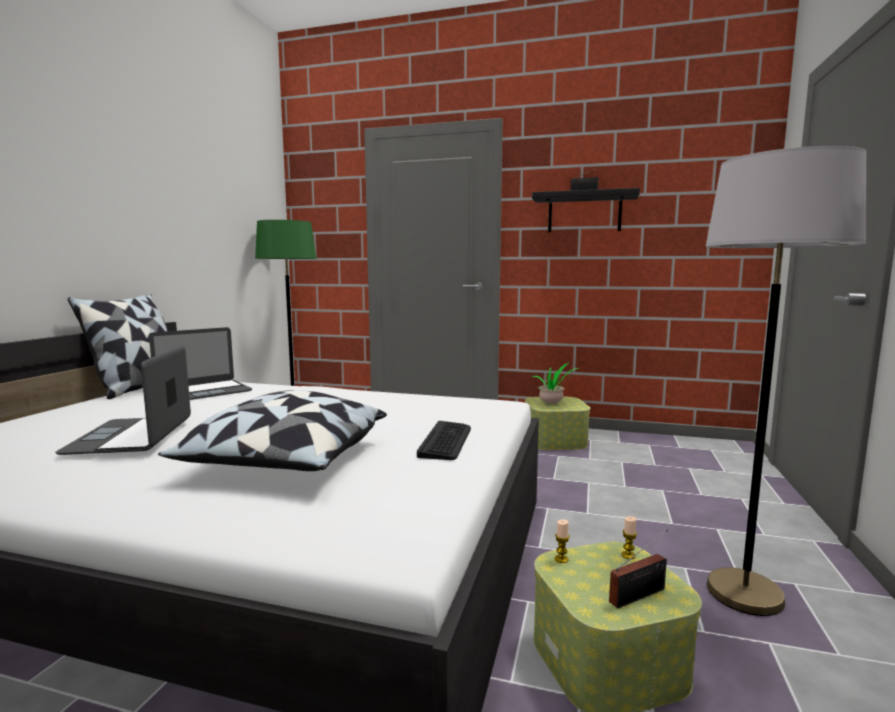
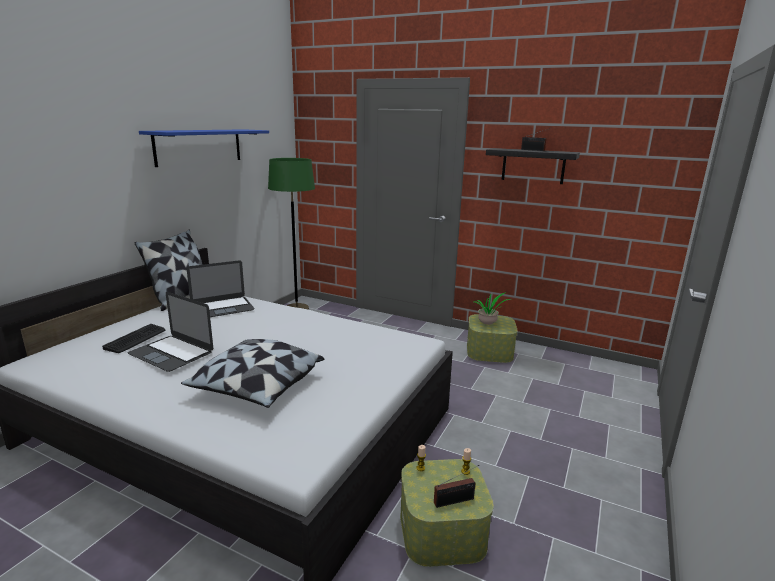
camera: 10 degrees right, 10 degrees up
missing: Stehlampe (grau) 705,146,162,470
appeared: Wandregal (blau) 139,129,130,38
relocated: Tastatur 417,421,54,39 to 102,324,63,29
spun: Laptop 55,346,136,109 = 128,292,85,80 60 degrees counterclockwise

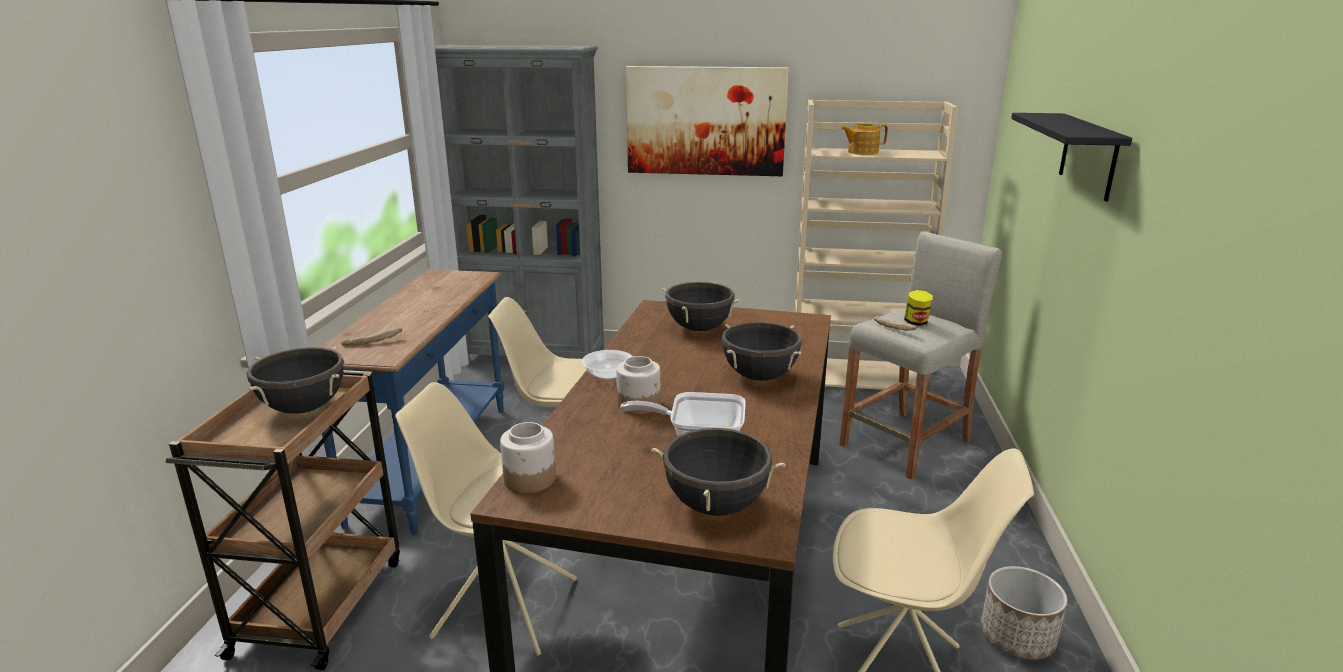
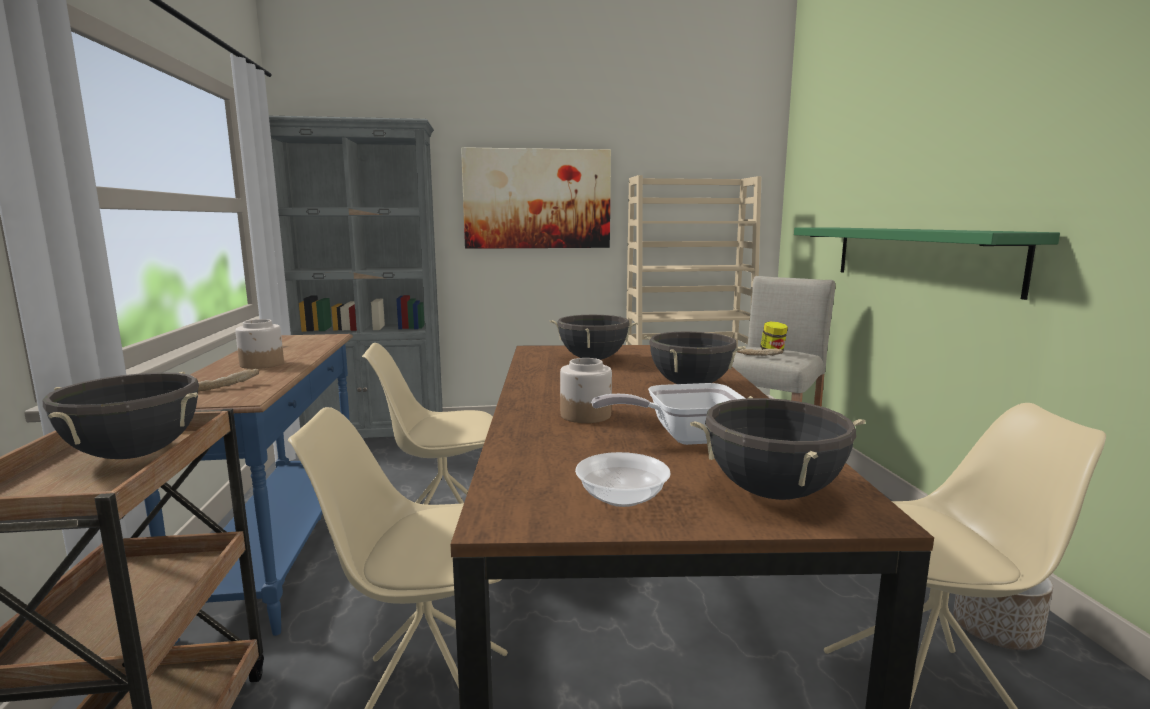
camera: 15 degrees left, 10 degrees down
missing: Teekanne 841,124,47,31; Wandregal (schwarz) 1011,113,121,89
appeared: Wandregal (grün) 794,228,266,72
relocated: Vorratsglas 500,422,56,71 to 235,319,49,50; Schüssel 582,350,51,30 to 575,452,96,55

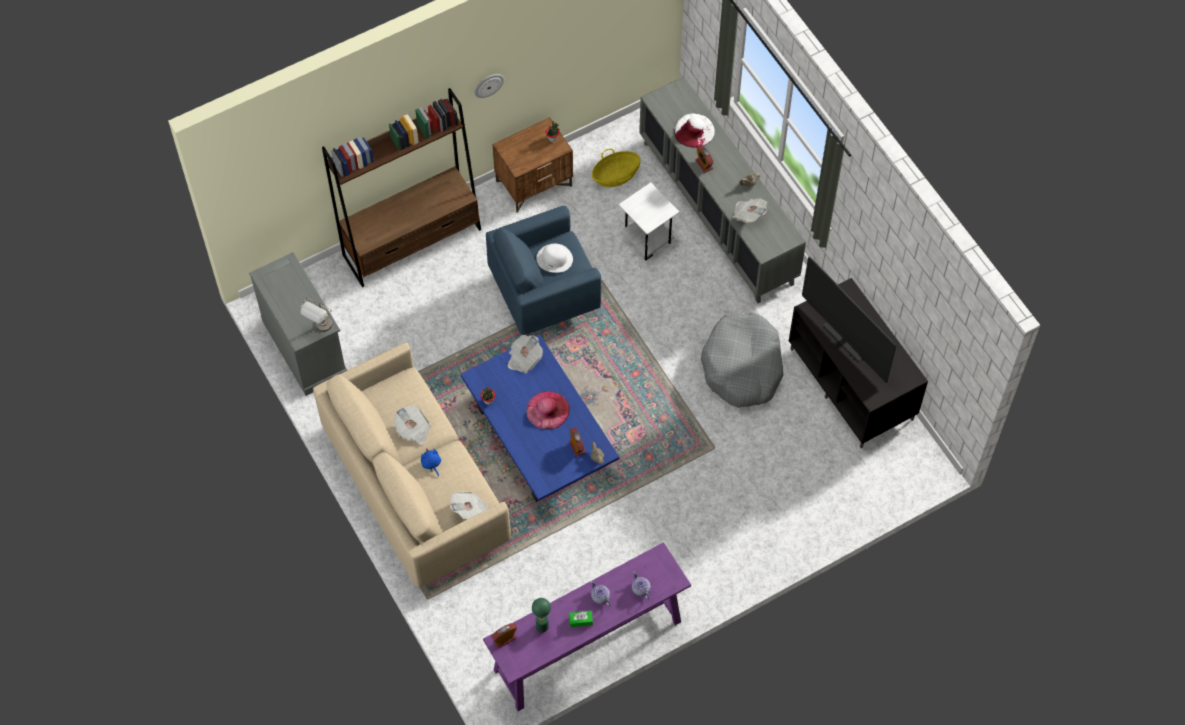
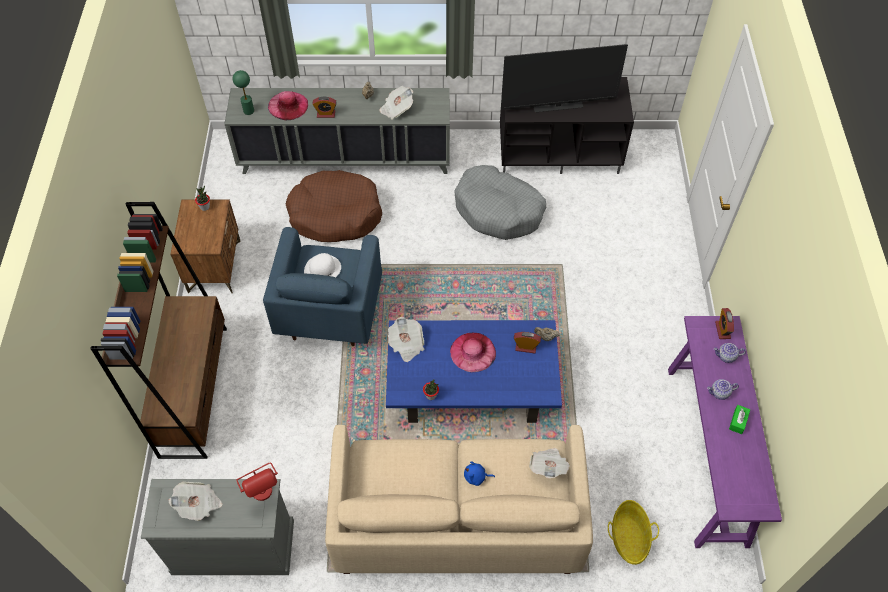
camera: 60 degrees left, 5 degrees down
missing: Wanduhr 475,74,29,24
relocated: Zeitung 393,405,39,40 to 169,481,53,40; Wecker 491,623,26,25 to 715,308,19,31; Tischlampe (grün) 532,598,19,34 to 233,70,21,45; Korb 592,149,48,38 to 608,500,51,65
exchanged: Beistelltisch (weiß) 618,182,62,79 to Hundebett (braun) 286,170,96,72
colour: Tischlampe (grau) 300,297,32,35 to Tischlampe (rot) 236,462,42,39; Hut (weiß) 674,114,41,34 to Hut (rosa) 268,91,40,29

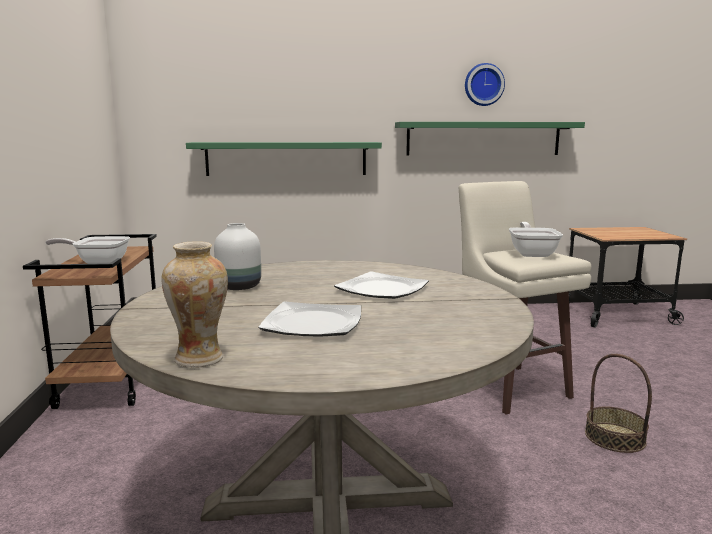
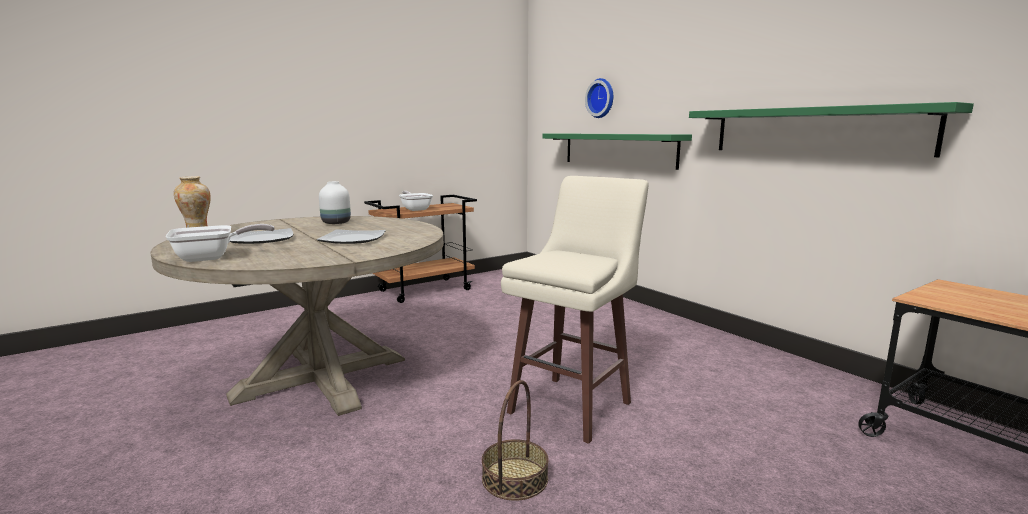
camera: 60 degrees right, 0 degrees up
relocated: Wanduhr 465,63,40,43 to 585,78,28,40; Pfanne 509,222,54,35 to 165,224,110,38

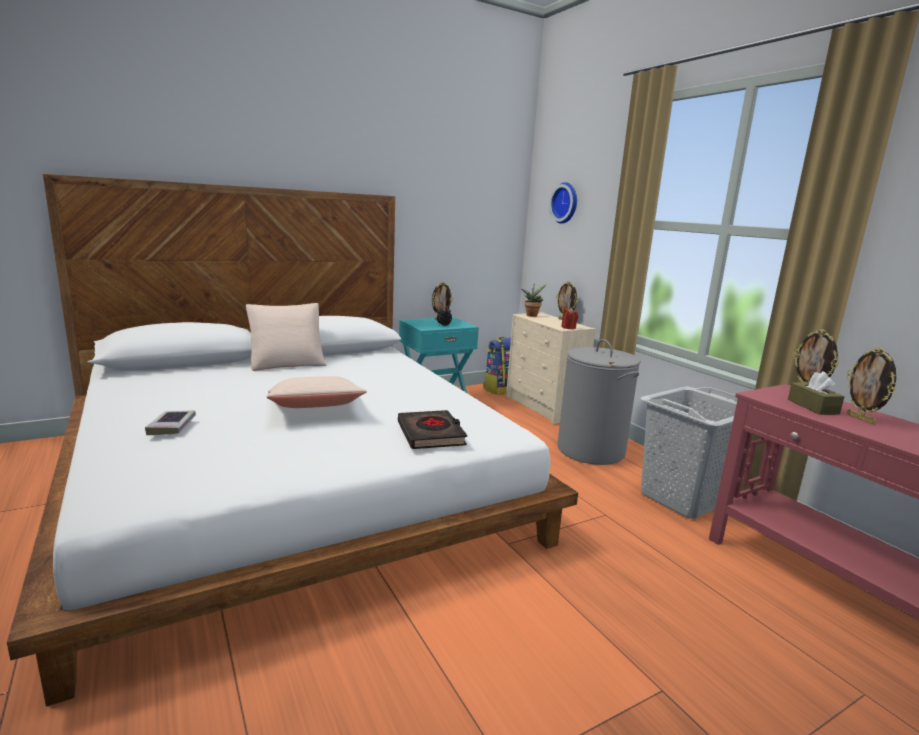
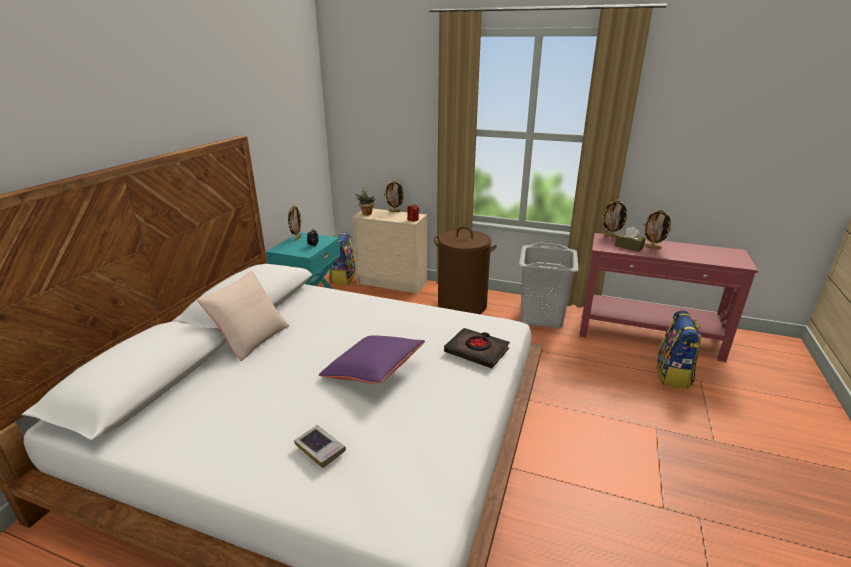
camera: 40 degrees left, 10 degrees up
missing: Wanduhr 549,182,28,42
appeared: Rucksack 657,311,44,78
colour: Kissen (beige) 267,376,100,32 to Kissen (lila) 319,335,106,49; Wäschekorb (grau) 557,339,84,126 to Wäschekorb (braun) 434,227,63,87

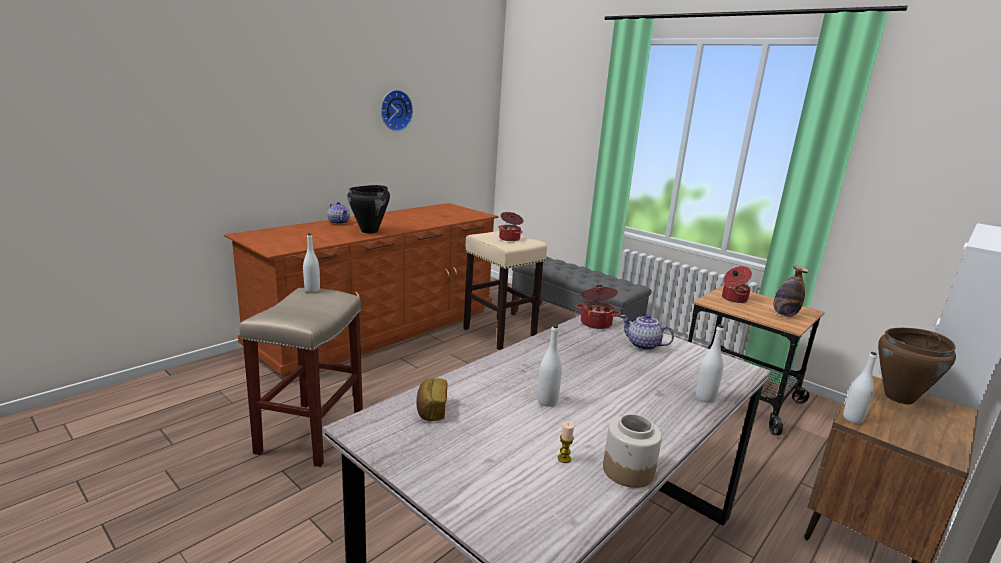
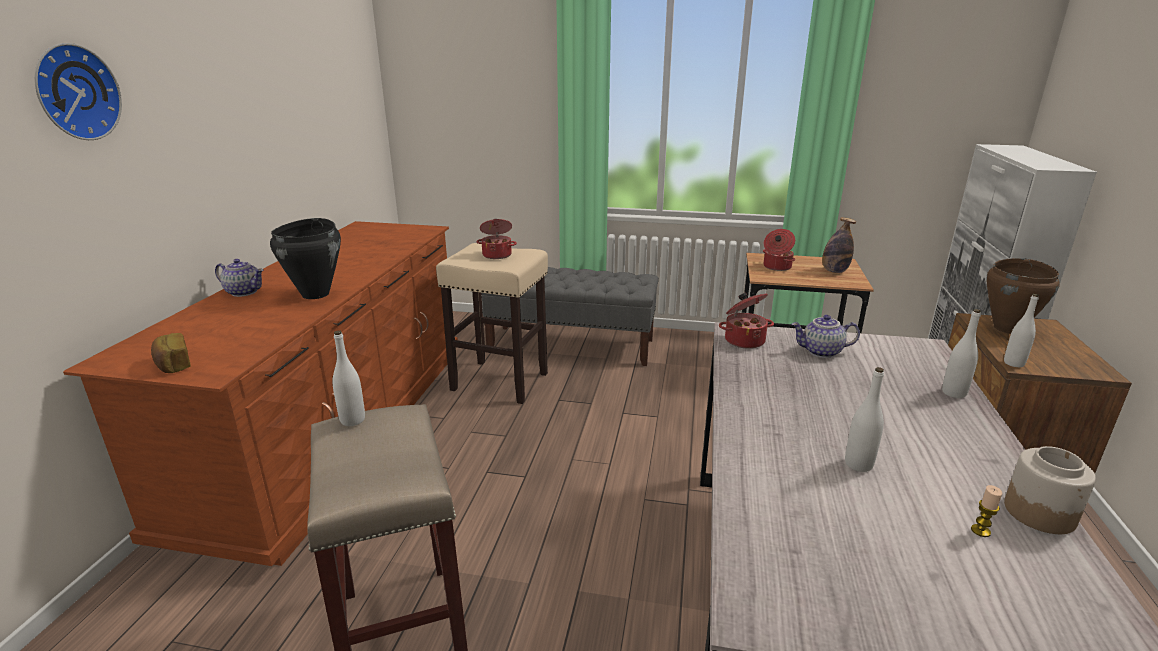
camera: 30 degrees left, 5 degrees up
relocated: Wanduhr 381,90,32,41 to 34,43,88,97; Brot 416,378,31,43 to 151,333,40,40

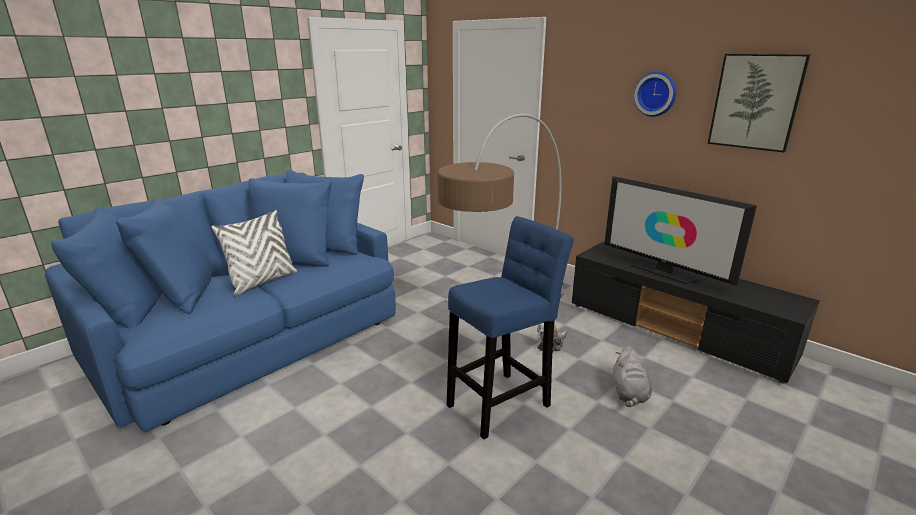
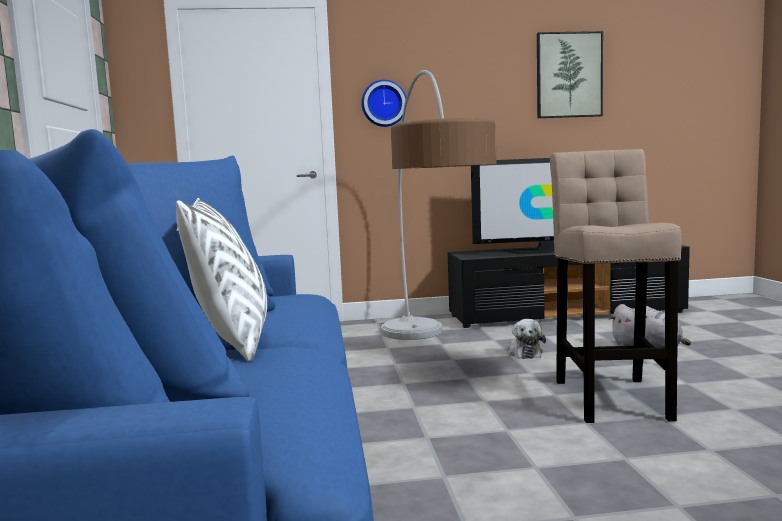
camera: 50 degrees left, 15 degrees down
relocated: Wanduhr 634,72,42,45 to 362,80,44,47
colour: Hocker (blau) 447,216,127,223 to Hocker (beige) 550,149,132,274

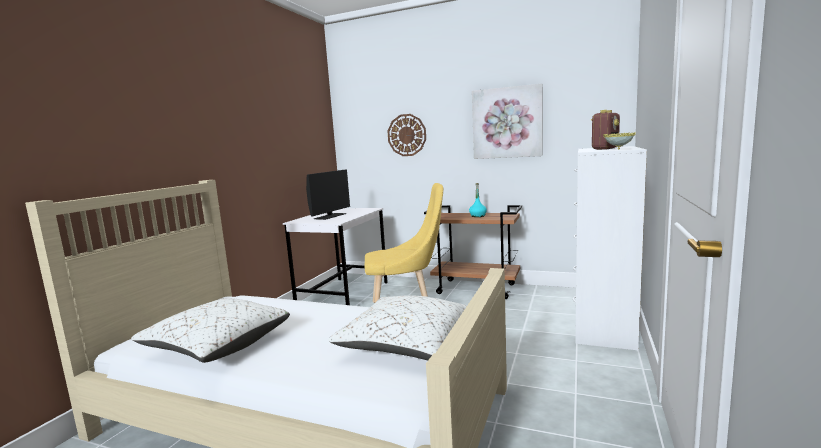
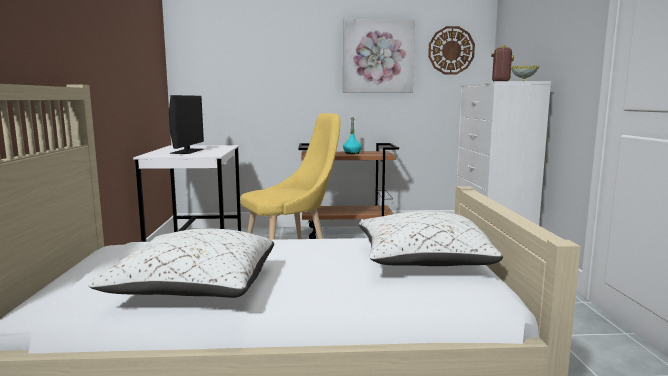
camera: 25 degrees left, 0 degrees up
relocated: Wanduhr 388,114,38,42 to 428,26,47,49

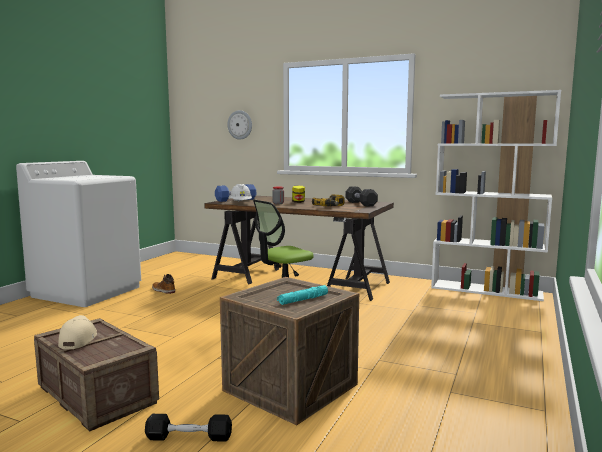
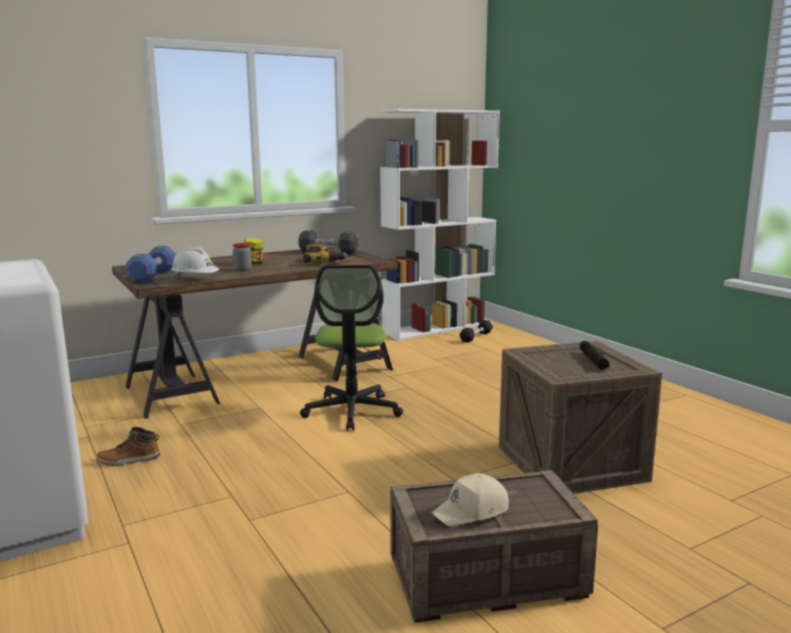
camera: 55 degrees left, 5 degrees up
missing: Wanduhr 227,110,25,30
relocated: Hantel (schwarz) 145,414,87,27 to 459,320,34,23
colour: Taschenlampe (türkis) 277,285,51,20 to Taschenlampe (schwarz) 579,341,31,29
spun: Kappe (beige) 58,315,39,34 = 431,473,78,54 60 degrees counterclockwise

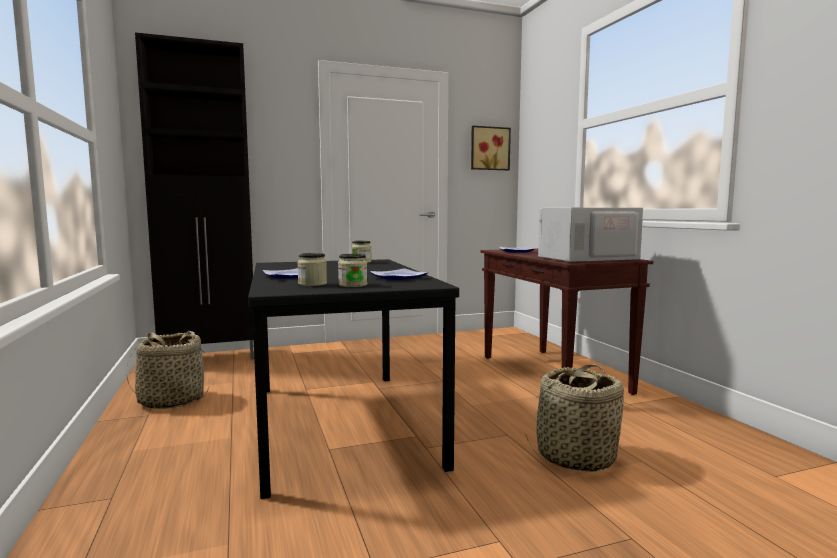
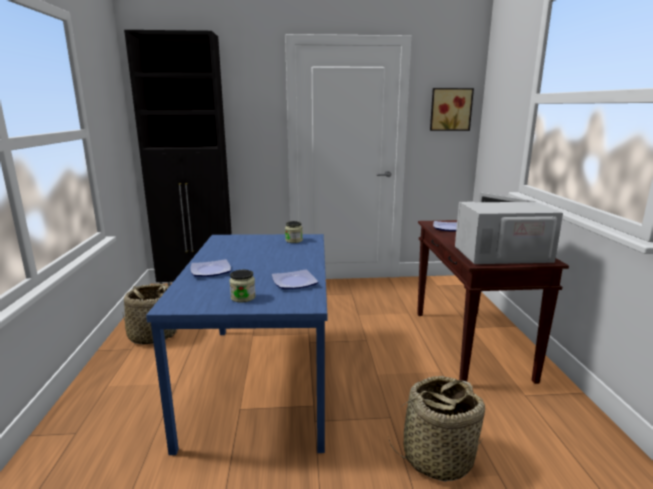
camera: 15 degrees right, 10 degrees up
missing: Vorratsglas 297,253,30,33
colour: Esstisch (schwarz) 248,259,211,240 to Esstisch (blau) 146,234,181,221

